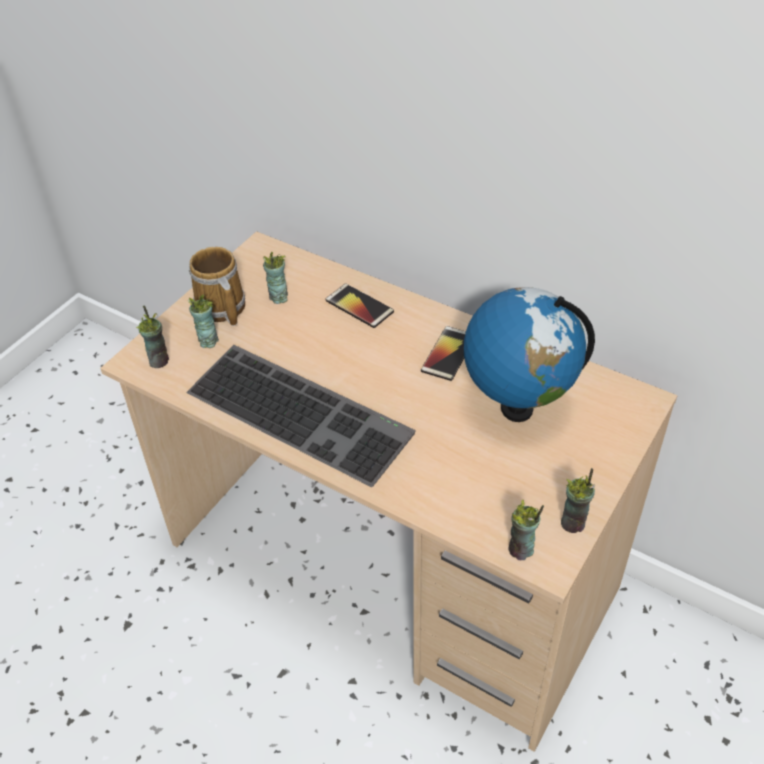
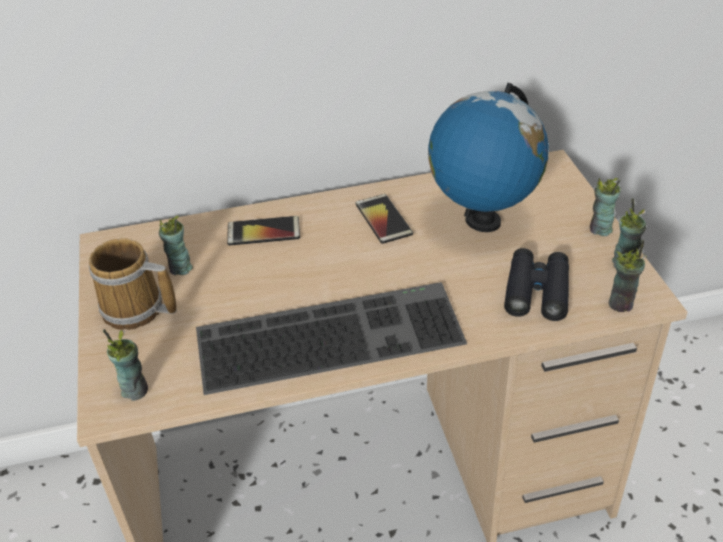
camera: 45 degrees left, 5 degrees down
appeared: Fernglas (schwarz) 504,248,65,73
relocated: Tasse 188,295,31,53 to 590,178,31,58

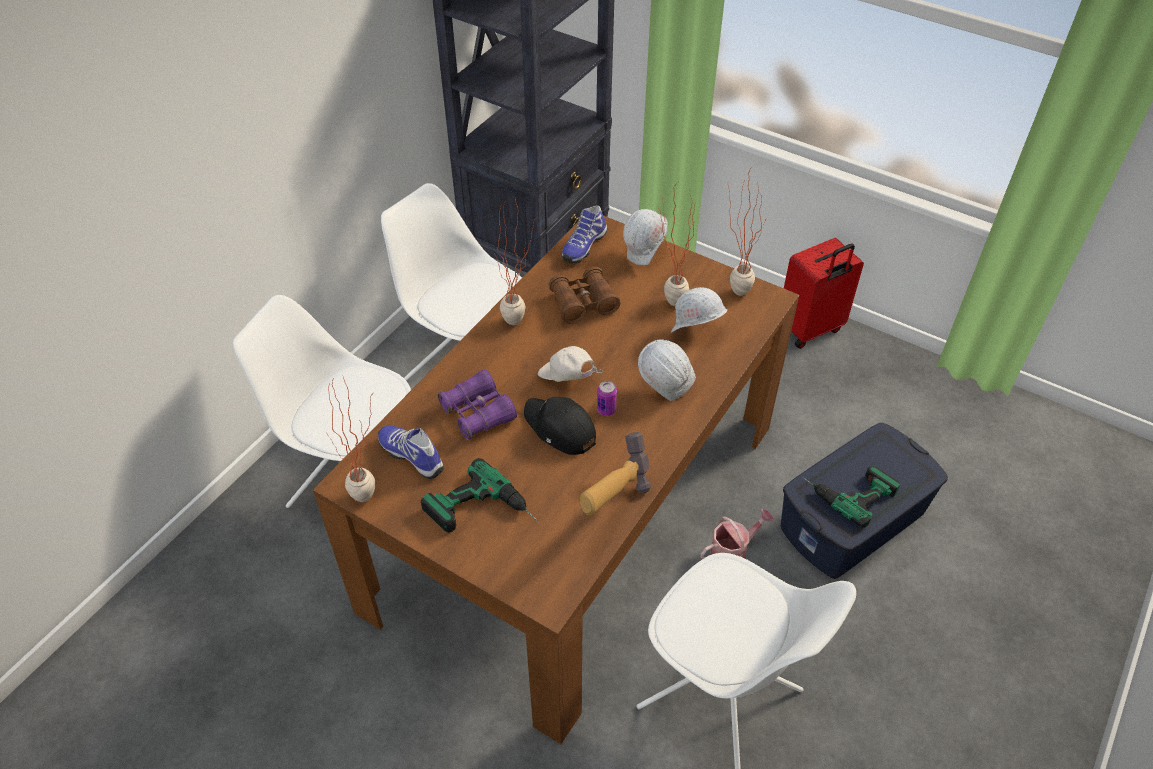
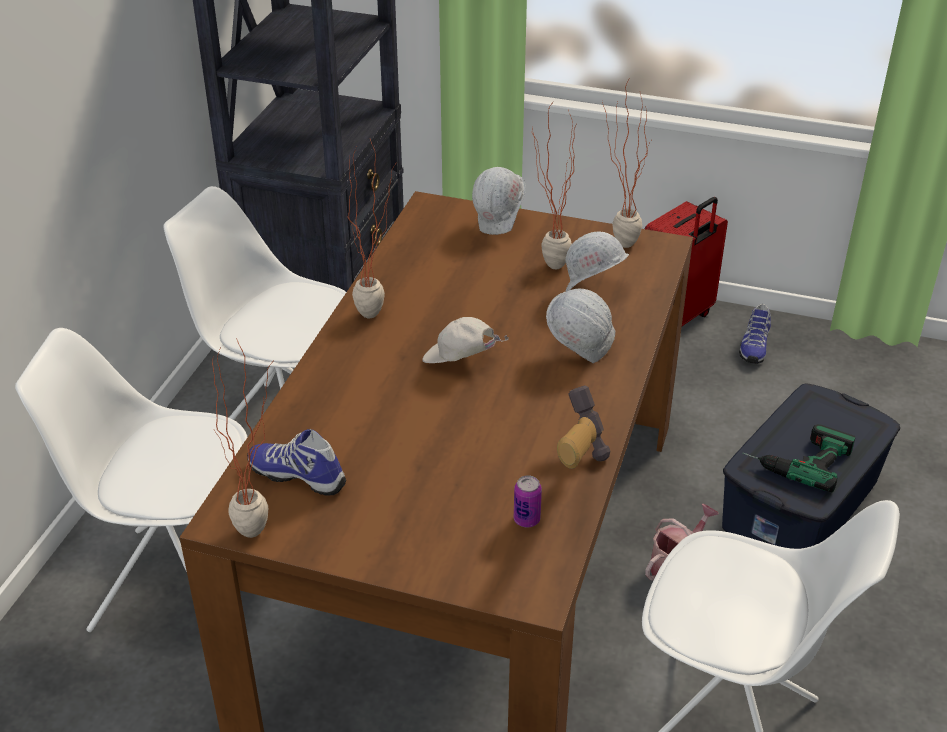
camera: 15 degrees left, 10 degrees down
missing: Bohrmaschine 421,458,116,75; Fernglas (lila) 438,369,79,71; Kappe (schwarz) 524,397,72,58; Fernglas (braun) 549,267,71,57
relocated: Schuh 562,205,45,58 to 739,304,32,60; Dose 597,381,20,35 to 514,475,28,52

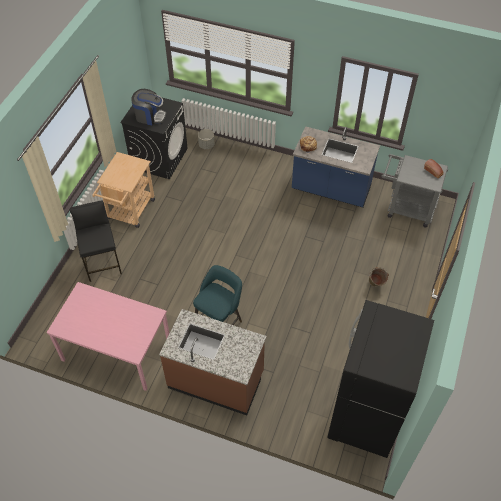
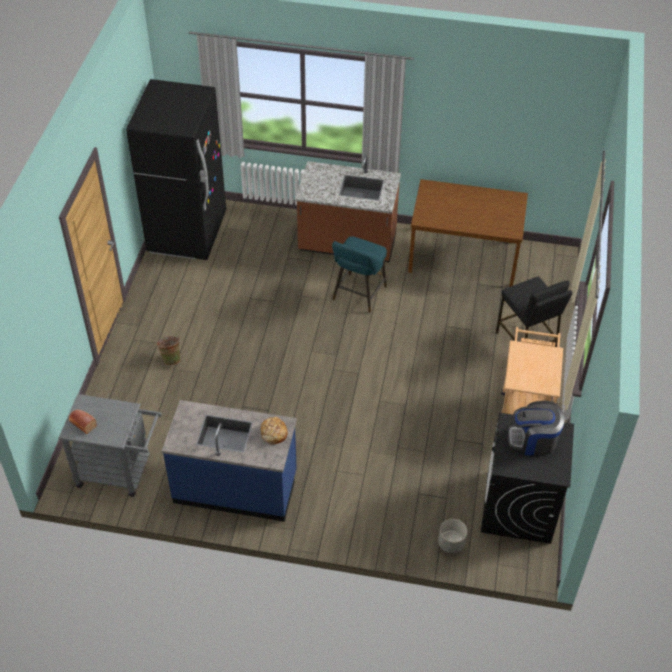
camera: 170 degrees right, 5 degrees down
colour: Esstisch (rosa) 47,282,122,109 to Esstisch (braun) 408,179,120,108

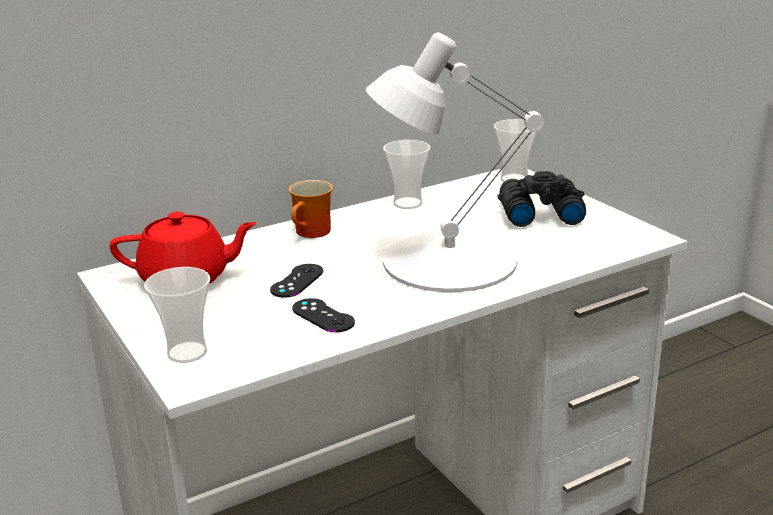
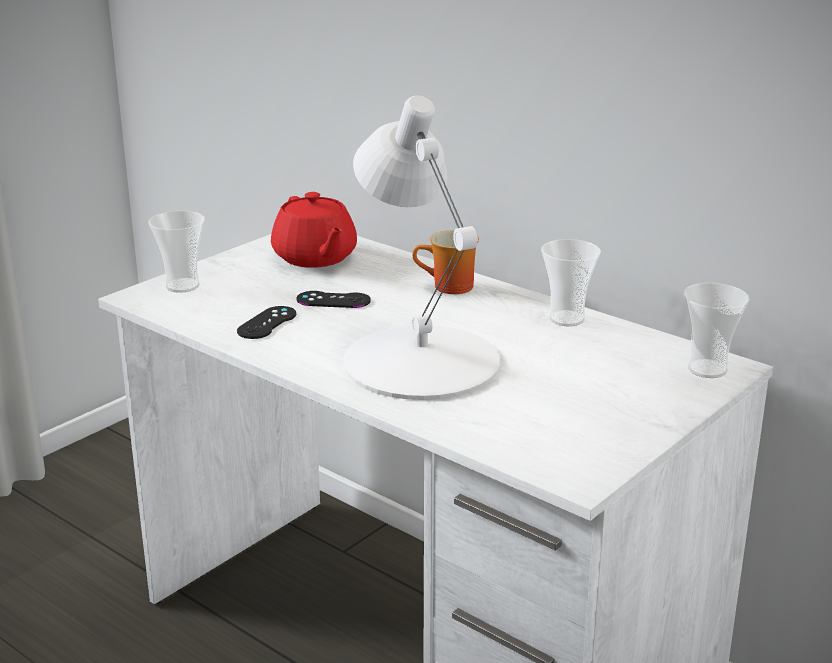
camera: 70 degrees right, 0 degrees up
missing: Fernglas (schwarz) 497,171,89,56

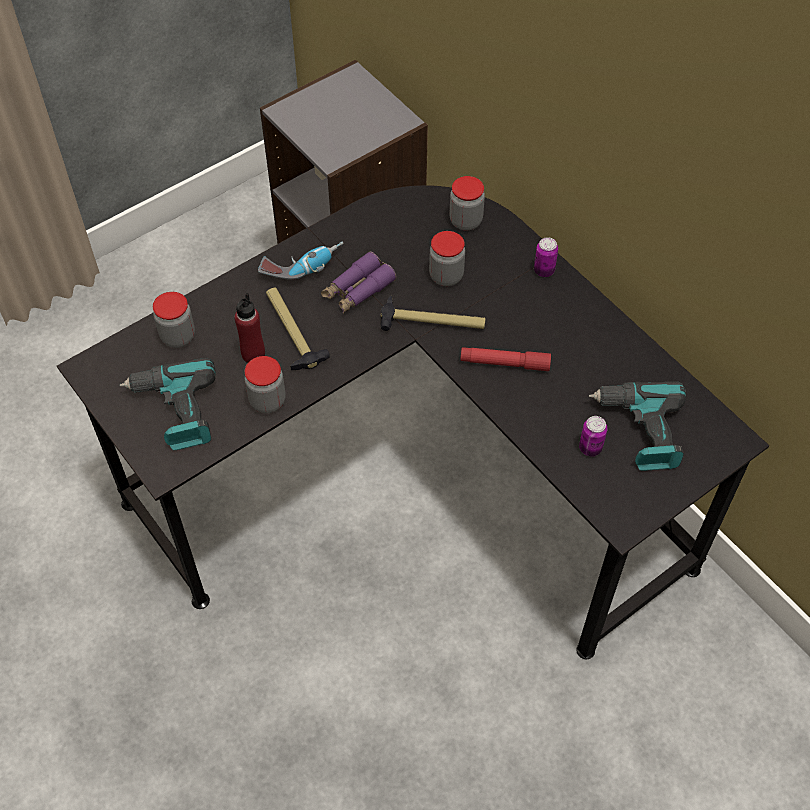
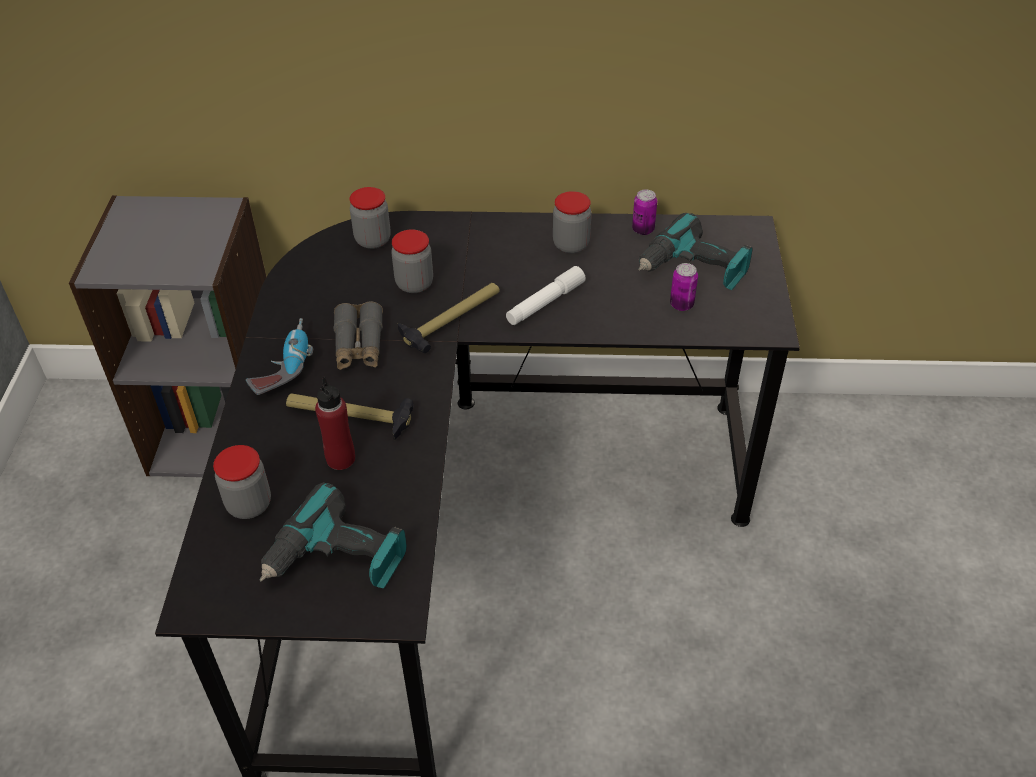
camera: 50 degrees left, 10 degrees down
relocated: Vorratsglas 245,356,41,57 to 553,191,38,62; Dose 534,237,24,40 to 632,189,25,46
colour: Fernglas (lila) 321,251,75,62 to Fernglas (grau) 333,301,50,69; Taschenlampe (rot) 460,347,91,24 to Taschenlampe (weiß) 506,266,80,59

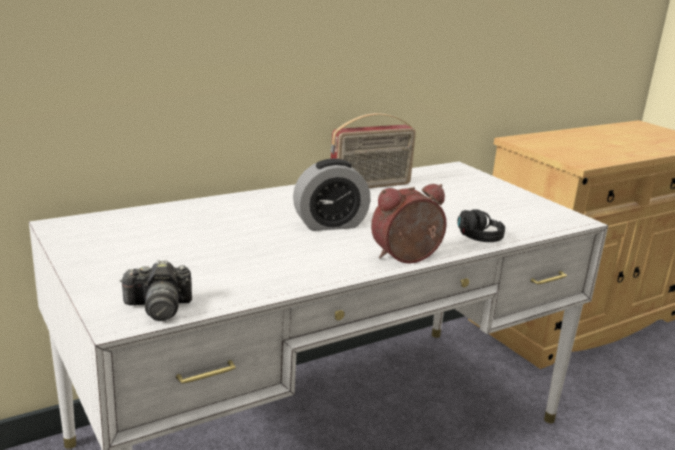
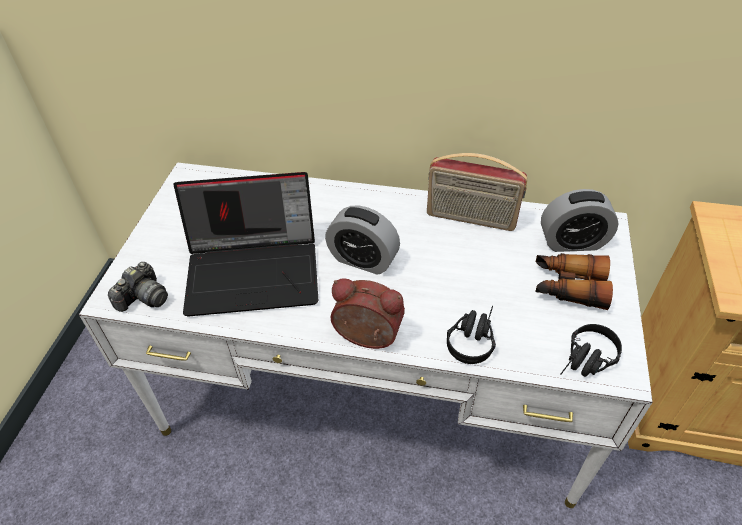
camera: 45 degrees right, 25 degrees up
appeared: Laptop 173,172,145,145; Fernglas 535,253,78,57; Wecker 541,189,77,63; Kopfhörer (schwarz) 560,324,62,53
spun: Kamera 120,260,72,61 = 108,262,60,50 90 degrees counterclockwise

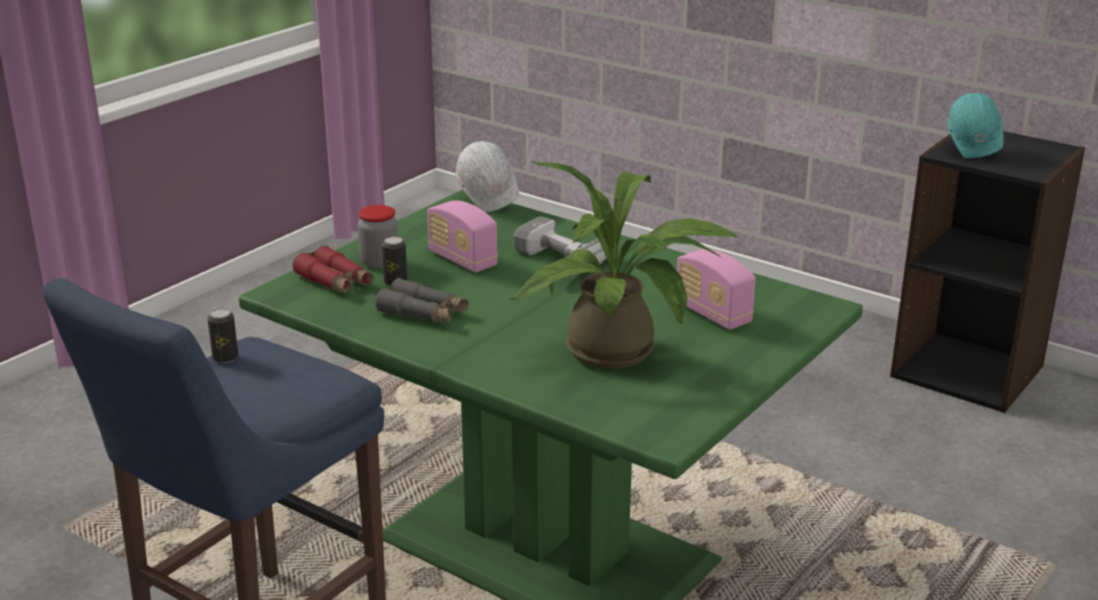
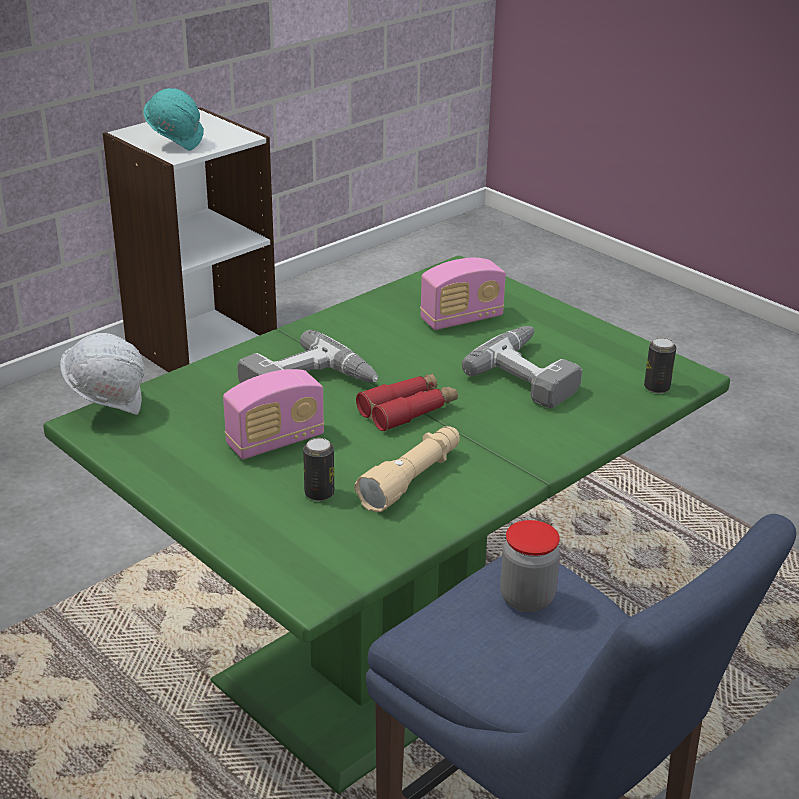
camera: 80 degrees left, 5 degrees up
relocated: Dose 207,309,31,54 to 644,338,32,55; Fernglas (rot) 293,245,81,48 to 356,373,102,58; Vorratsglas 358,205,40,64 to 500,520,60,92
exchanged: Fernglas (grau) 375,278,94,46 to Taschenlampe (beige) 354,426,106,86; Topfpflanze 511,161,228,208 to Bohrmaschine 462,326,120,82
colour: Bücherregal (schwarz) 890,131,195,282 to Bücherregal (weiß) 102,107,175,265

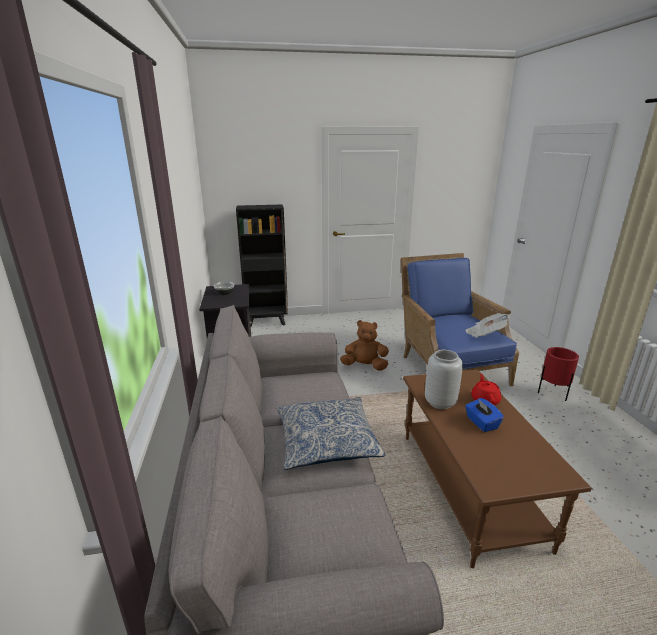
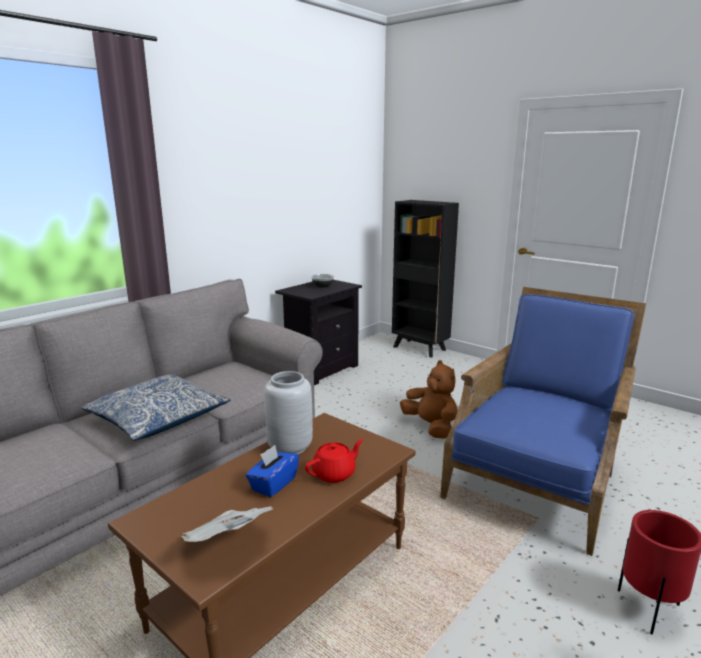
camera: 50 degrees right, 5 degrees down
relocated: Zeitung 466,313,44,25 to 182,506,91,36

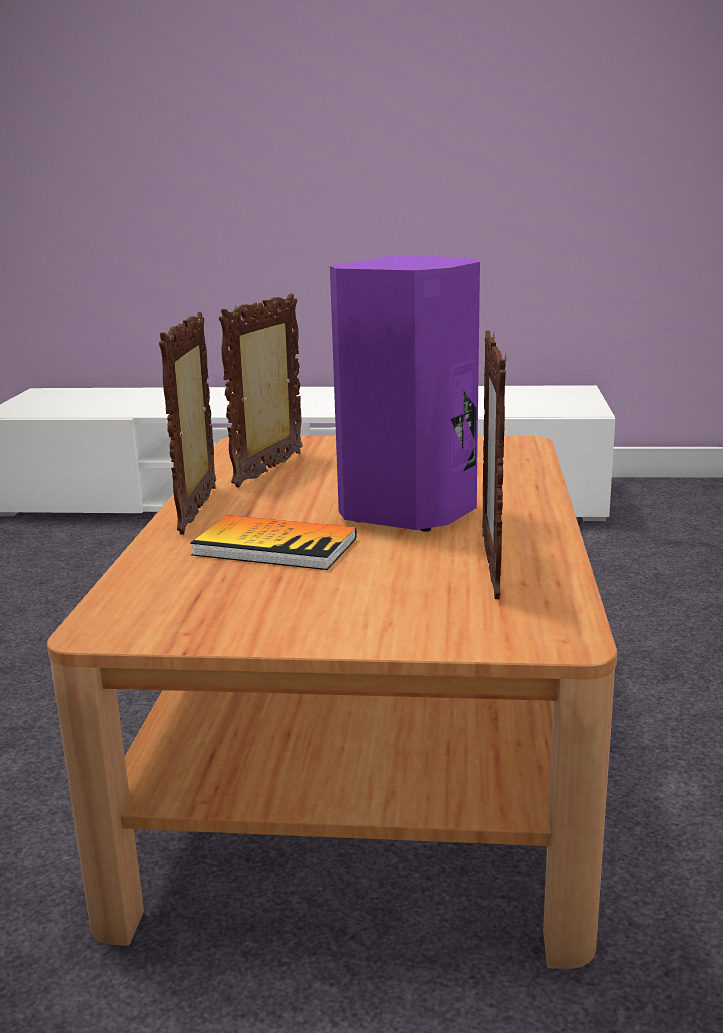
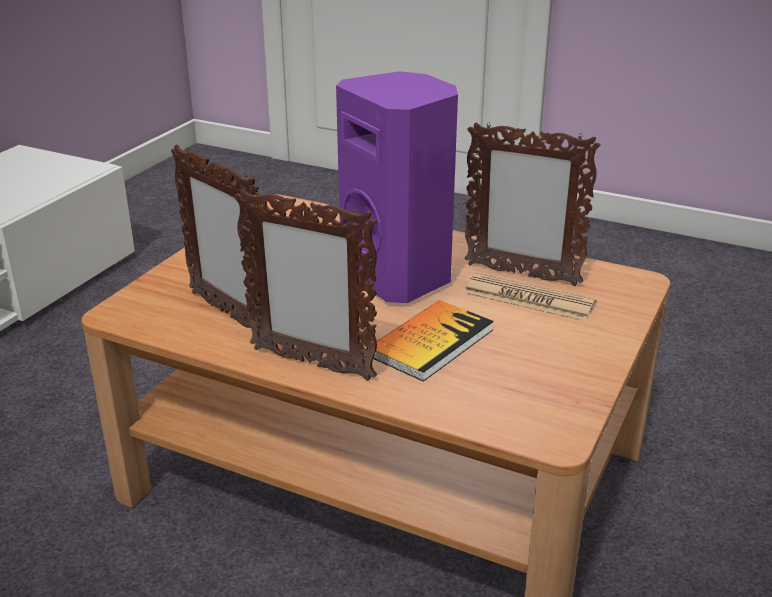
camera: 70 degrees left, 10 degrees up
appeared: Zeitung 464,273,133,49

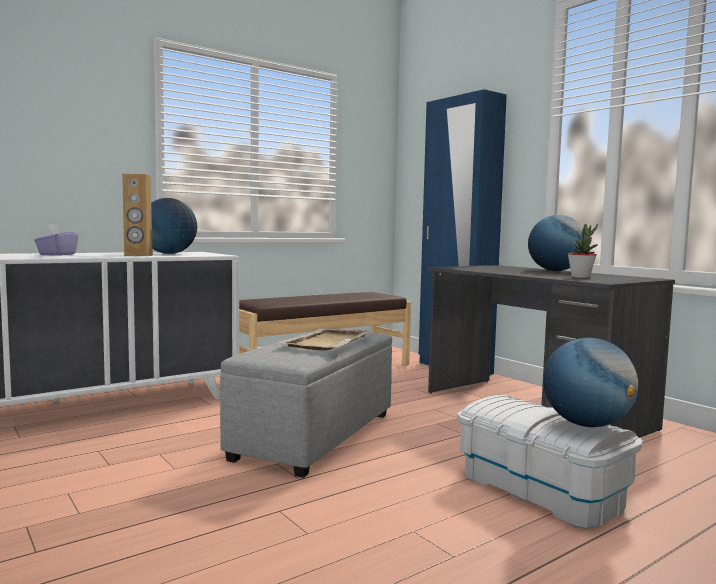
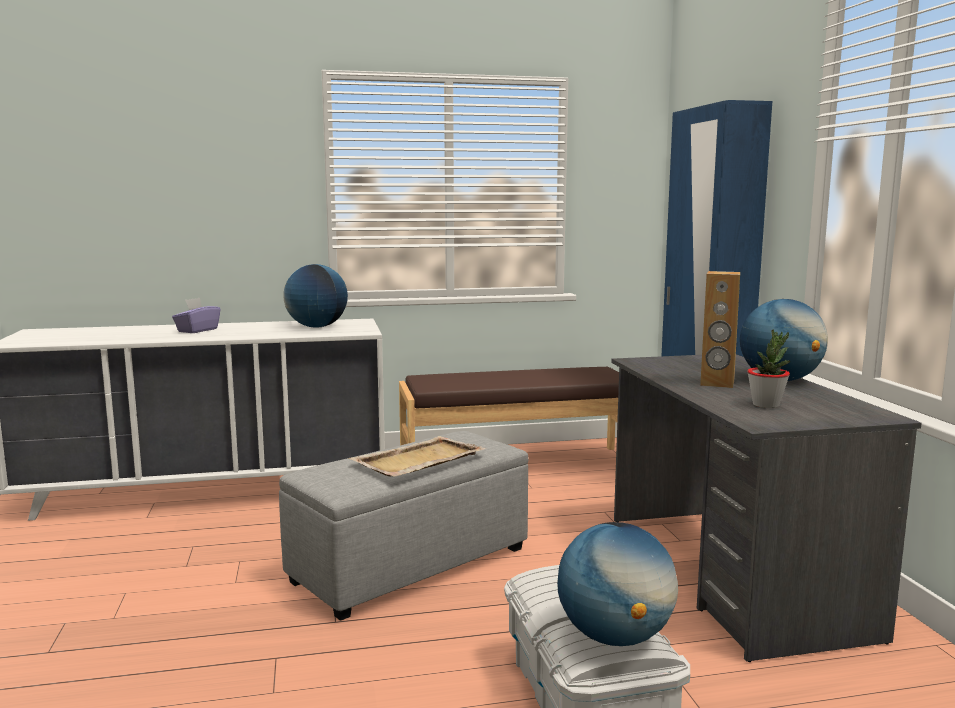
camera: 25 degrees right, 5 degrees up
relocated: Lautsprecher (braun) 122,173,31,83 to 700,271,40,117

